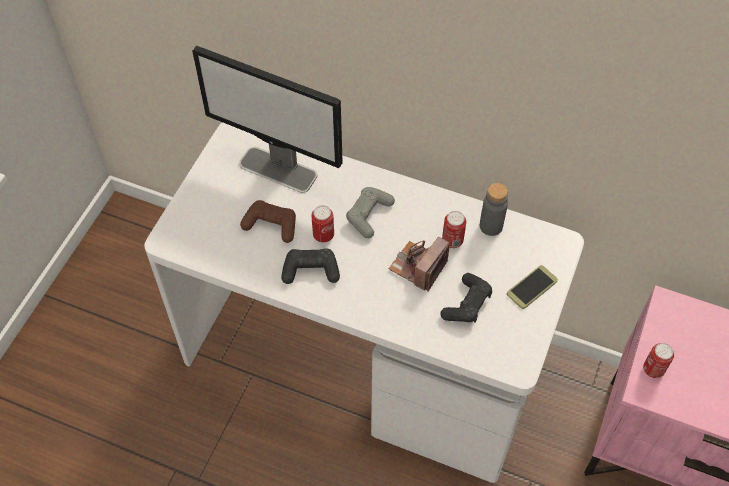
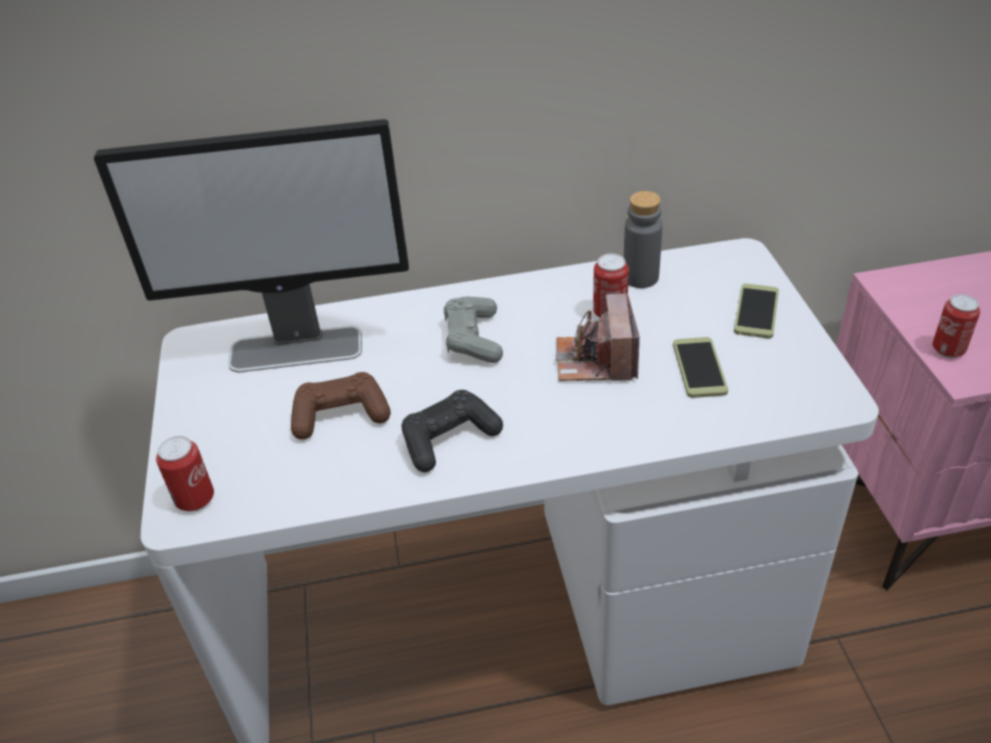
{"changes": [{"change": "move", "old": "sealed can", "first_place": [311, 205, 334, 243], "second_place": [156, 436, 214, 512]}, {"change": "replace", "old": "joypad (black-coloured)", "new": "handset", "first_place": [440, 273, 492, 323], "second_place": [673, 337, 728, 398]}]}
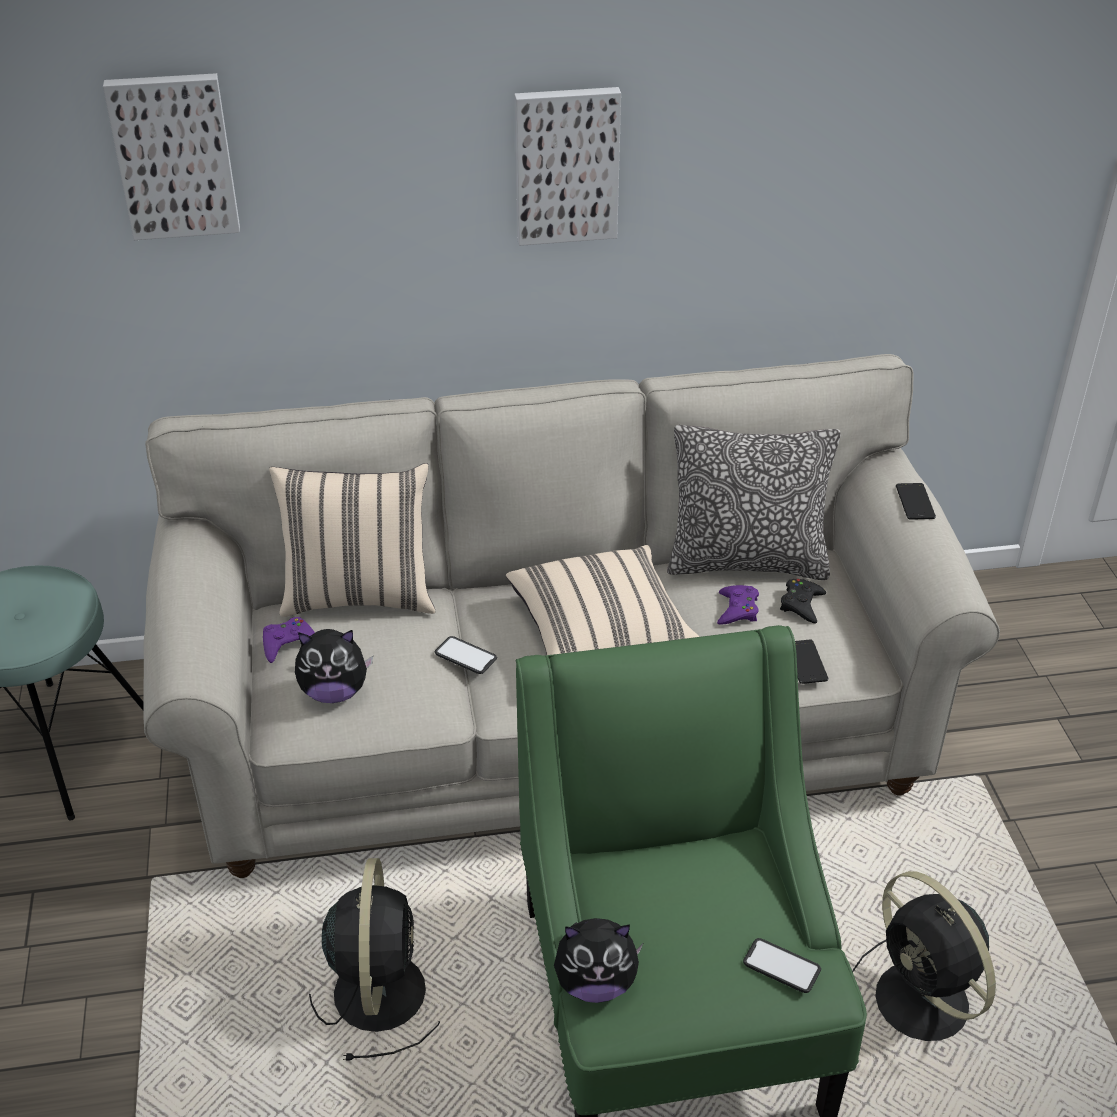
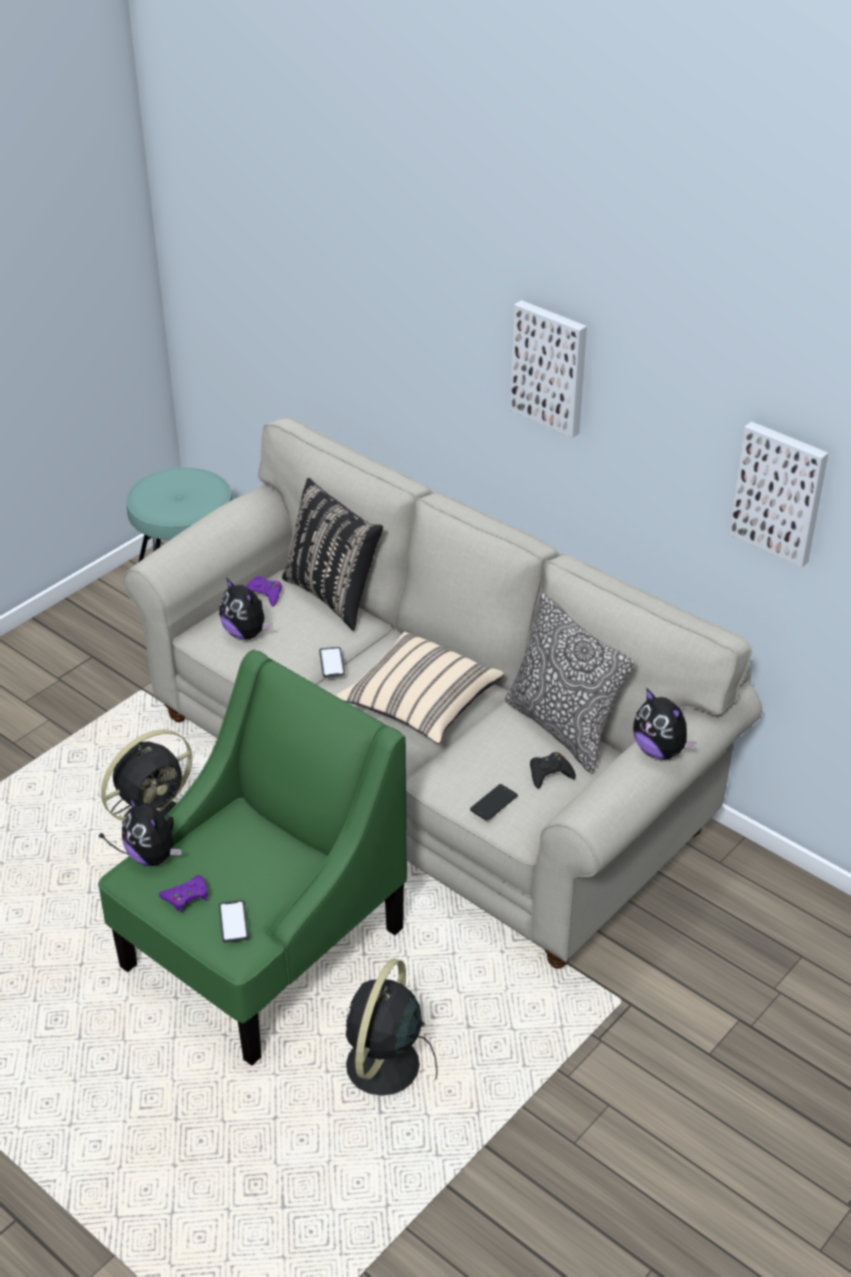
{"changes": [{"change": "move", "old": "picture", "first_place": [103, 73, 240, 240], "second_place": [729, 421, 828, 567]}, {"change": "recolor", "old": "cushion (sand-coloured)", "new": "cushion (black-coloured)", "first_place": [269, 463, 436, 617], "second_place": [282, 478, 383, 631]}, {"change": "move", "old": "joypad (purplish)", "first_place": [717, 585, 759, 625], "second_place": [158, 875, 208, 913]}, {"change": "replace", "old": "handset", "new": "cuddly toy", "first_place": [896, 483, 936, 520], "second_place": [633, 689, 697, 760]}]}
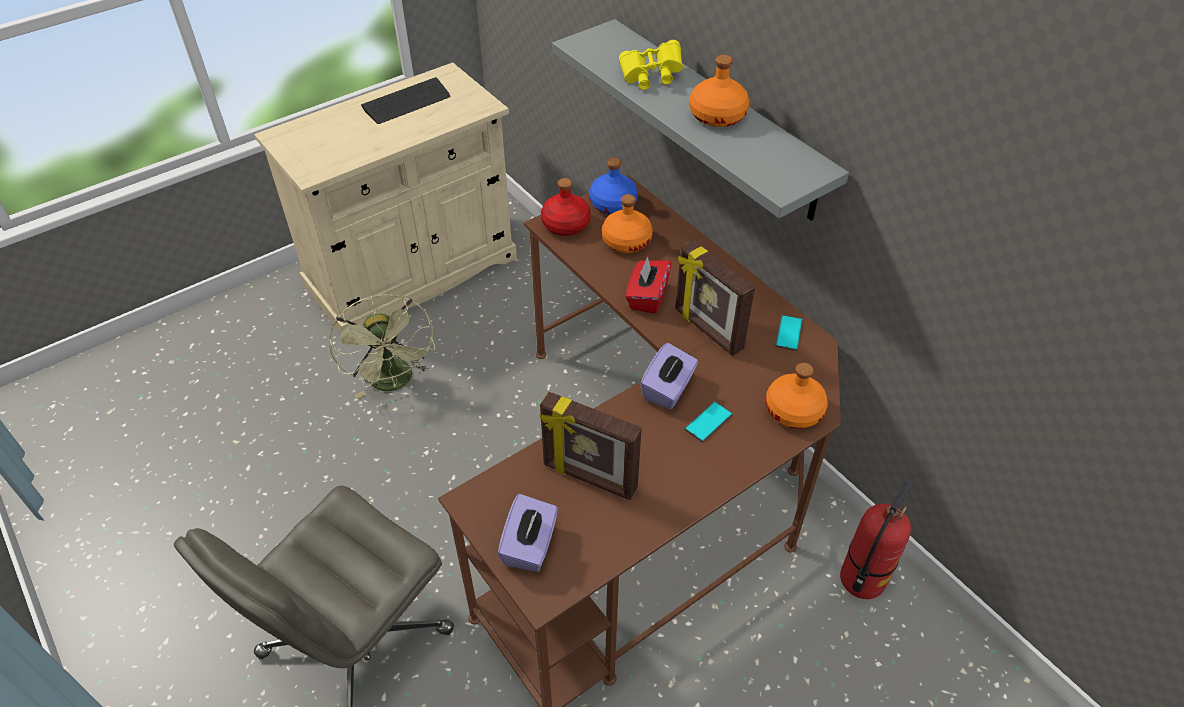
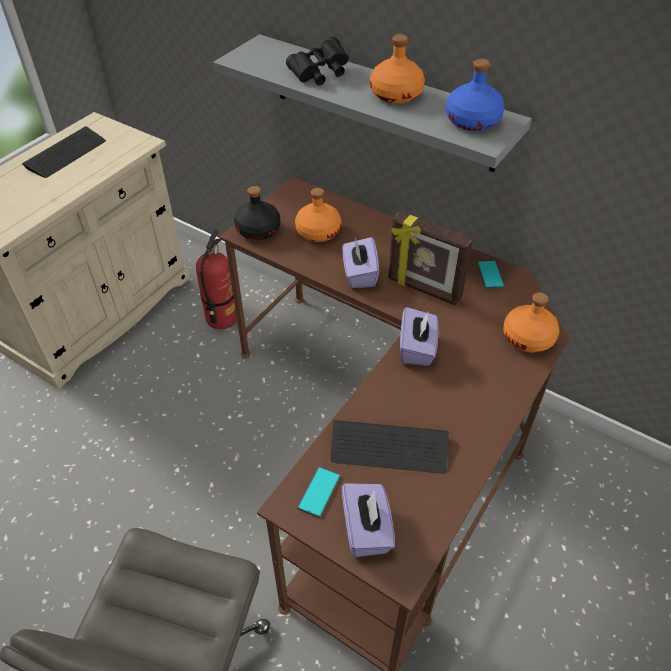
{"changes": [{"change": "delete", "old": "fan (green)", "first_place": [329, 294, 435, 399]}, {"change": "replace", "old": "photo frame", "new": "keyboard", "first_place": [539, 392, 642, 500], "second_place": [331, 420, 449, 474]}, {"change": "recolor", "old": "beverage bottle (red)", "new": "beverage bottle (black-coloured)", "first_place": [541, 178, 591, 236], "second_place": [234, 186, 280, 240]}, {"change": "move", "old": "beverage bottle (blue-coloured)", "first_place": [589, 158, 638, 214], "second_place": [446, 59, 504, 131]}, {"change": "recolor", "old": "pair of binoculars (yellow-coloured)", "new": "pair of binoculars (black-coloured)", "first_place": [619, 40, 683, 90], "second_place": [286, 37, 349, 86]}, {"change": "recolor", "old": "tissue holder (red)", "new": "tissue holder (purplish)", "first_place": [626, 256, 671, 314], "second_place": [342, 237, 379, 288]}, {"change": "move", "old": "handset", "first_place": [685, 401, 733, 442], "second_place": [297, 466, 341, 518]}, {"change": "move", "old": "fire-fighting cylinder", "first_place": [840, 479, 911, 599], "second_place": [196, 229, 237, 329]}]}
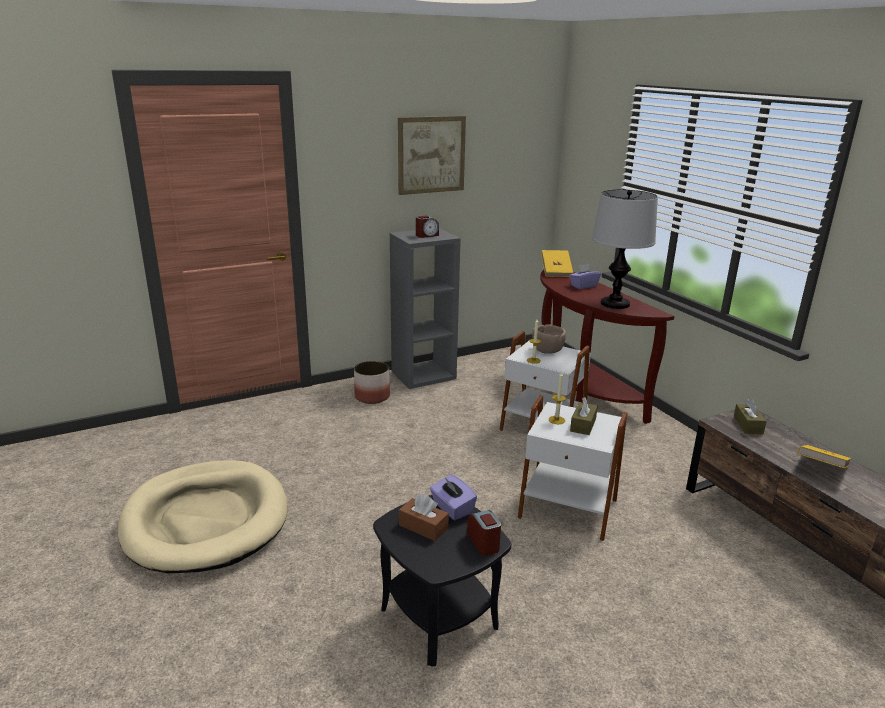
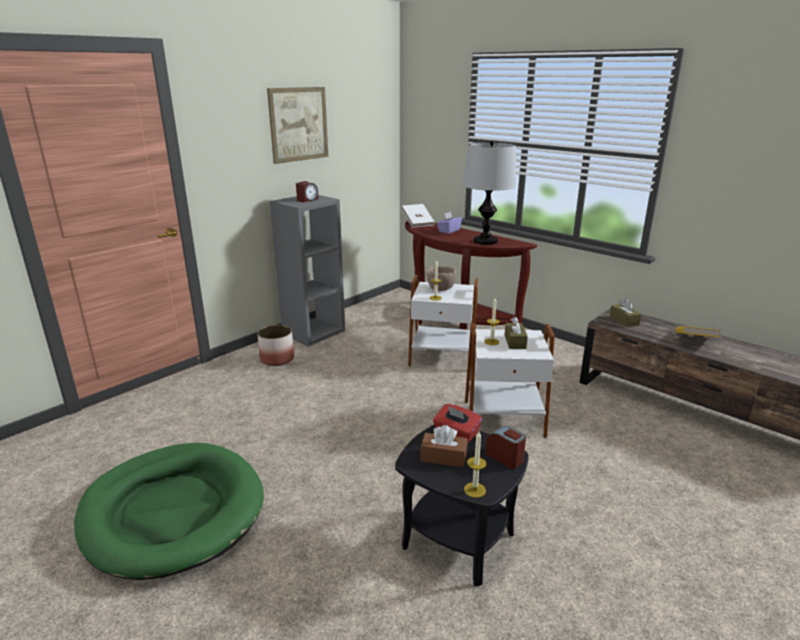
{"changes": [{"change": "recolor", "old": "dog bed (sand-coloured)", "new": "dog bed (green)", "first_place": [118, 460, 288, 573], "second_place": [74, 443, 264, 580]}, {"change": "recolor", "old": "tissue holder (purplish)", "new": "tissue holder (red)", "first_place": [430, 474, 477, 520], "second_place": [433, 404, 482, 444]}, {"change": "recolor", "old": "bound book (yellow-coloured)", "new": "bound book (white-coloured)", "first_place": [541, 250, 574, 277], "second_place": [401, 204, 435, 228]}, {"change": "insert", "new": "candle", "second_place": [464, 431, 486, 498]}]}
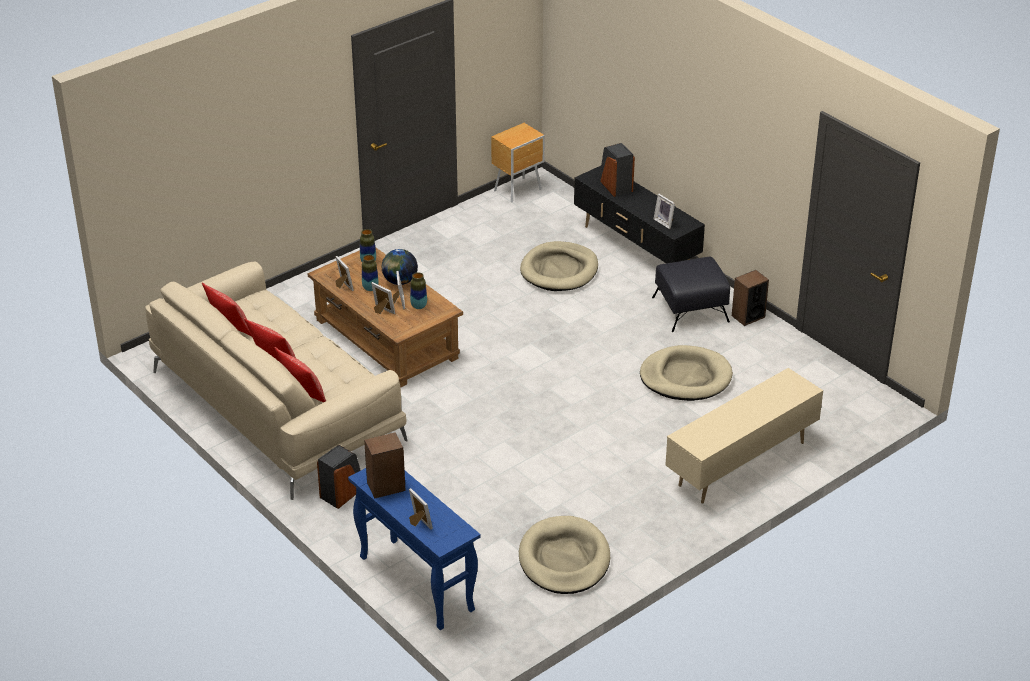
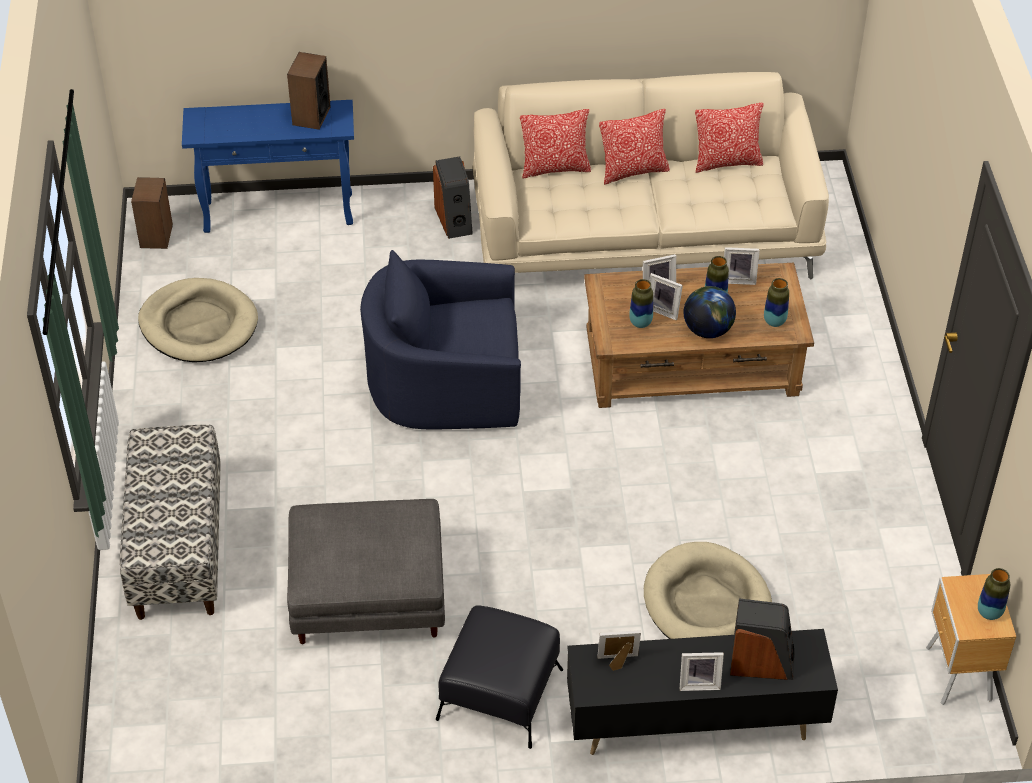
{"changes": [{"change": "move", "old": "photo frame", "first_place": [409, 488, 433, 530], "second_place": [680, 652, 724, 691]}, {"change": "replace", "old": "dog bed (sand-coloured)", "new": "footrest (gray)", "first_place": [640, 345, 733, 401], "second_place": [287, 499, 445, 644]}, {"change": "replace", "old": "tv stand (sand-coloured)", "new": "long seat", "first_place": [666, 368, 823, 504], "second_place": [120, 425, 221, 620]}, {"change": "move", "old": "speaker", "first_place": [732, 270, 769, 326], "second_place": [131, 177, 173, 249]}, {"change": "insert", "new": "lounge chair (blue-coloured)", "second_place": [360, 250, 521, 429]}, {"change": "insert", "new": "vase", "second_place": [978, 568, 1010, 620]}]}
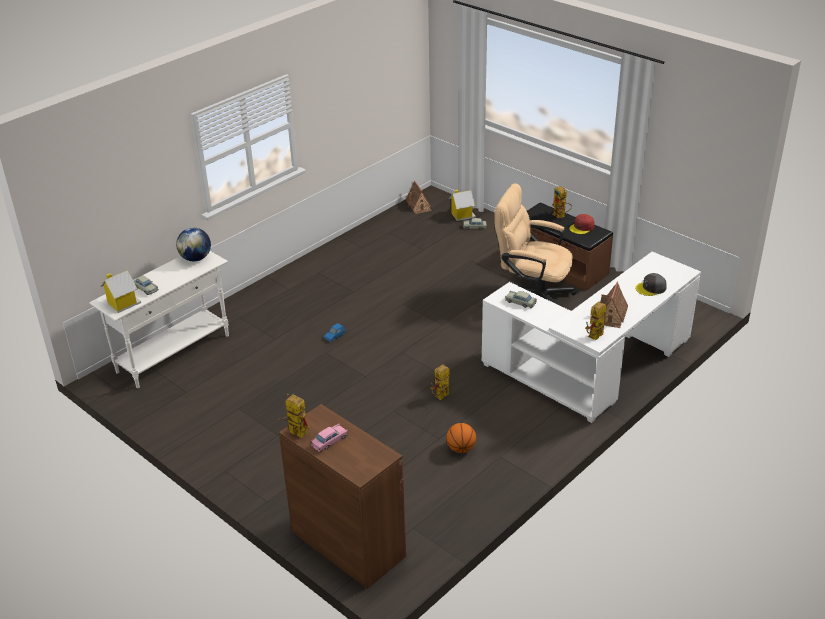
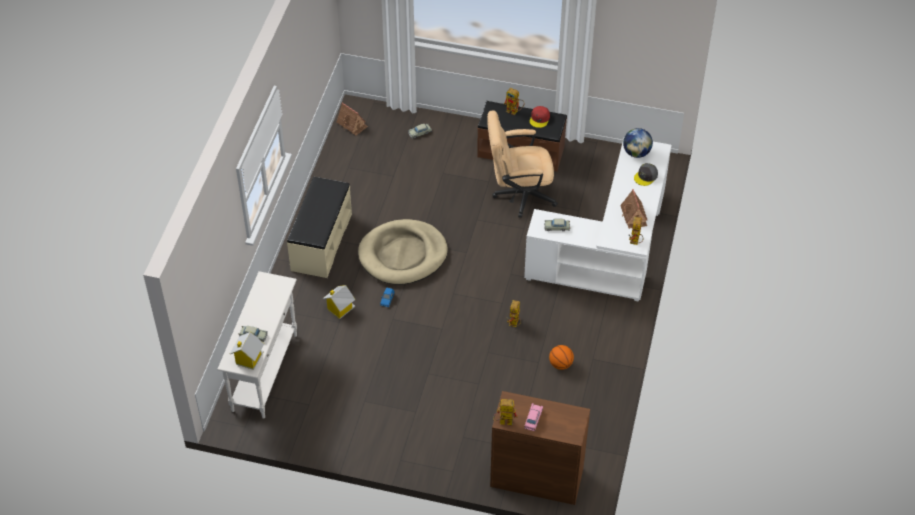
{"changes": [{"change": "move", "old": "world globe", "first_place": [176, 228, 211, 261], "second_place": [623, 128, 653, 158]}, {"change": "move", "old": "toy house", "first_place": [449, 190, 476, 221], "second_place": [323, 285, 355, 319]}, {"change": "insert", "new": "long seat (sand-coloured)", "second_place": [287, 177, 352, 278]}, {"change": "insert", "new": "dog bed (sand-coloured)", "second_place": [358, 219, 448, 285]}]}
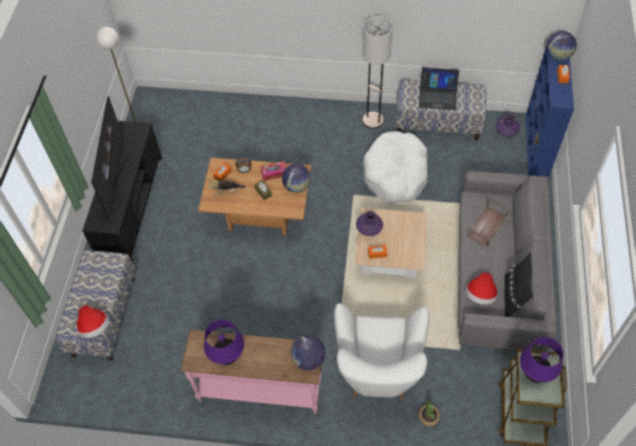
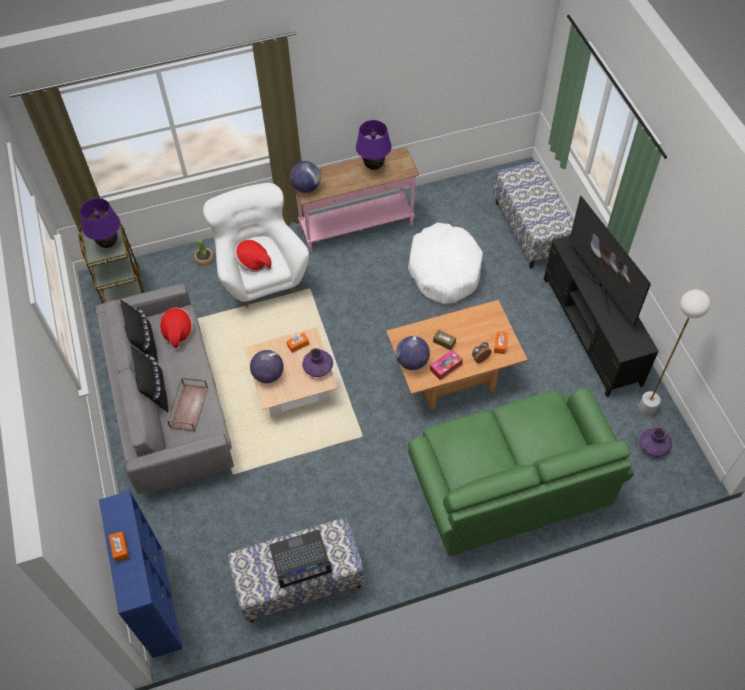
{"changes": [{"change": "move", "old": "clothing hat", "first_place": [77, 305, 109, 338], "second_place": [234, 240, 272, 272]}, {"change": "delete", "old": "cuddly toy", "first_place": [208, 179, 246, 197]}, {"change": "delete", "old": "standard lamp", "first_place": [362, 16, 393, 129]}, {"change": "move", "old": "dog bed (white-coloured)", "first_place": [363, 131, 428, 203], "second_place": [408, 223, 483, 304]}, {"change": "move", "old": "vase (purplish)", "first_place": [496, 114, 520, 137], "second_place": [640, 427, 672, 457]}, {"change": "move", "old": "world globe", "first_place": [547, 31, 577, 61], "second_place": [250, 350, 284, 383]}, {"change": "insert", "new": "cushion (black-coloured)", "second_place": [131, 347, 168, 412]}, {"change": "insert", "new": "sofa (green)", "second_place": [408, 388, 634, 556]}]}
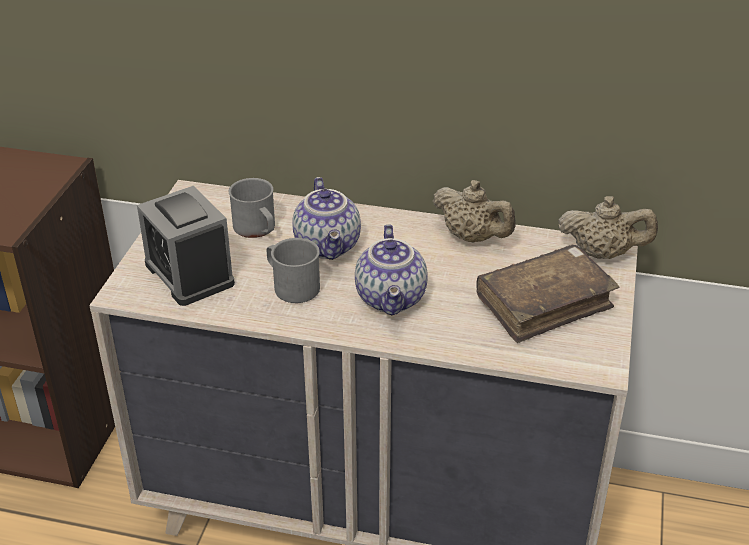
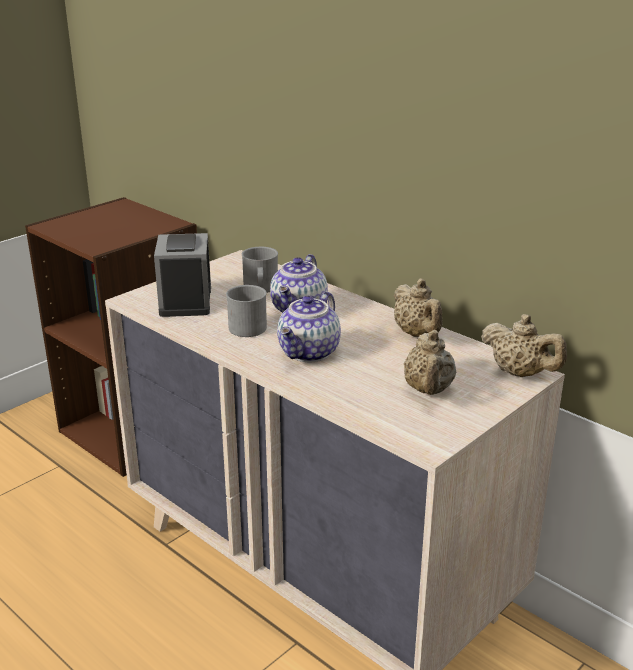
{"changes": [{"change": "replace", "old": "bound book (brown)", "new": "teapot (sand-coloured)", "first_place": [476, 245, 619, 343], "second_place": [404, 330, 456, 395]}]}
